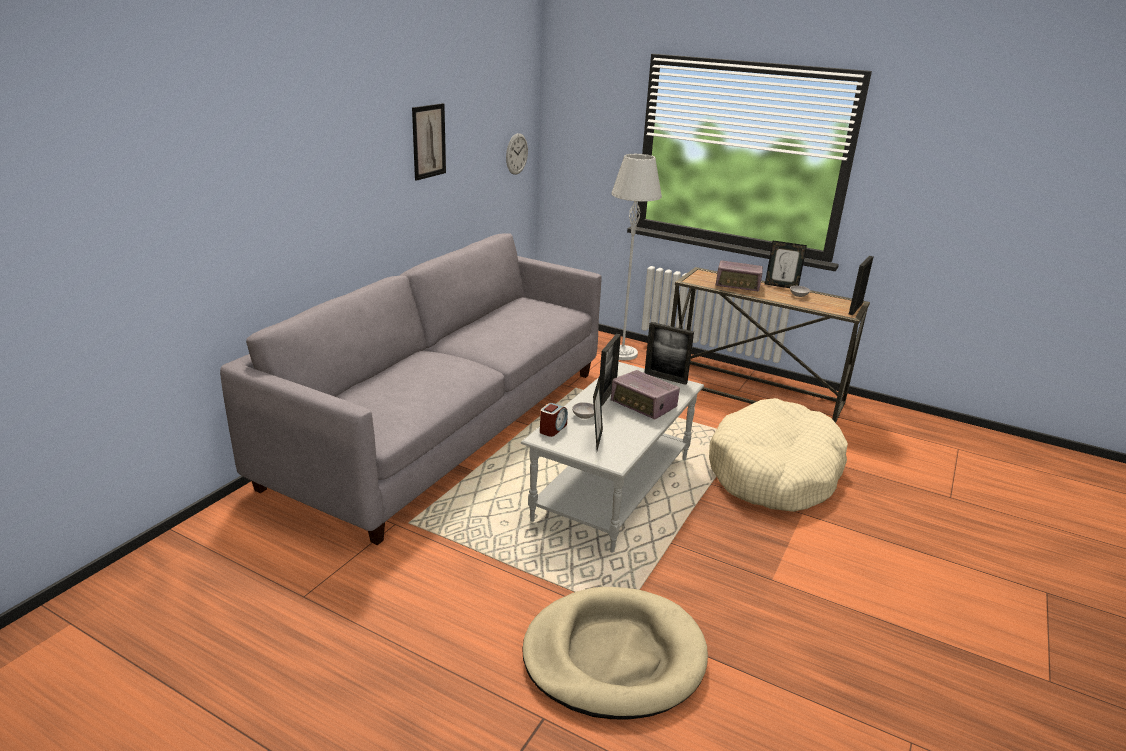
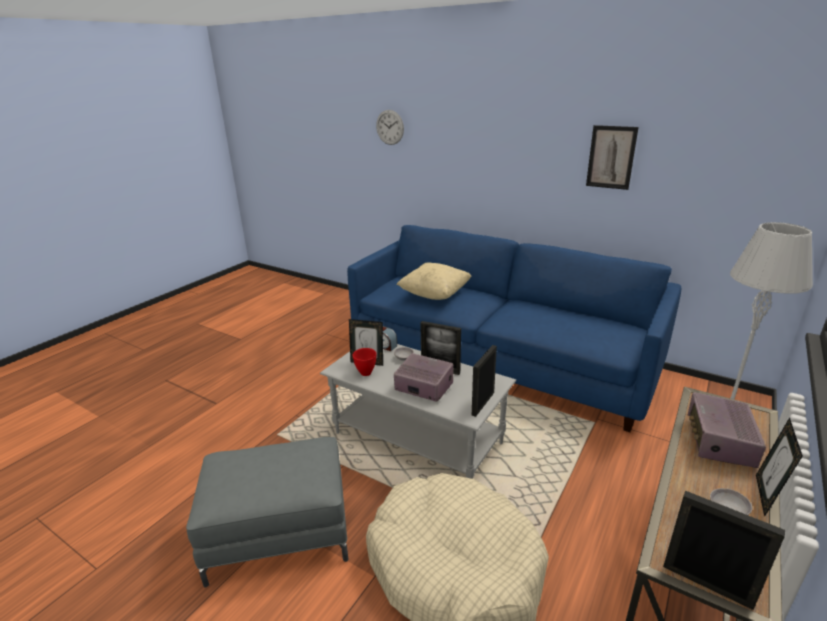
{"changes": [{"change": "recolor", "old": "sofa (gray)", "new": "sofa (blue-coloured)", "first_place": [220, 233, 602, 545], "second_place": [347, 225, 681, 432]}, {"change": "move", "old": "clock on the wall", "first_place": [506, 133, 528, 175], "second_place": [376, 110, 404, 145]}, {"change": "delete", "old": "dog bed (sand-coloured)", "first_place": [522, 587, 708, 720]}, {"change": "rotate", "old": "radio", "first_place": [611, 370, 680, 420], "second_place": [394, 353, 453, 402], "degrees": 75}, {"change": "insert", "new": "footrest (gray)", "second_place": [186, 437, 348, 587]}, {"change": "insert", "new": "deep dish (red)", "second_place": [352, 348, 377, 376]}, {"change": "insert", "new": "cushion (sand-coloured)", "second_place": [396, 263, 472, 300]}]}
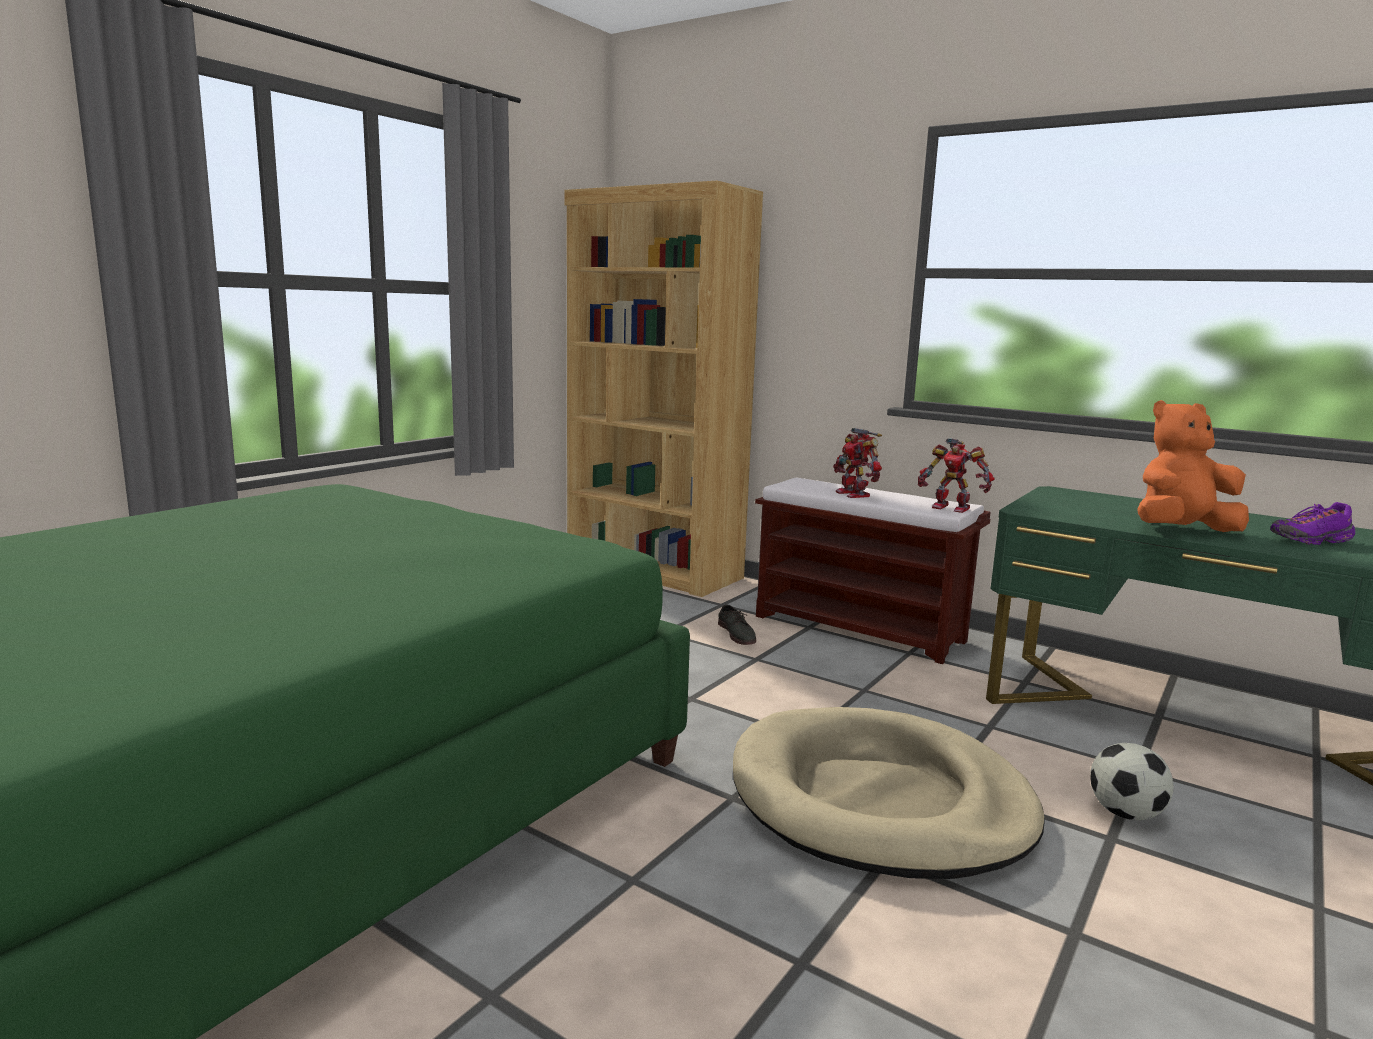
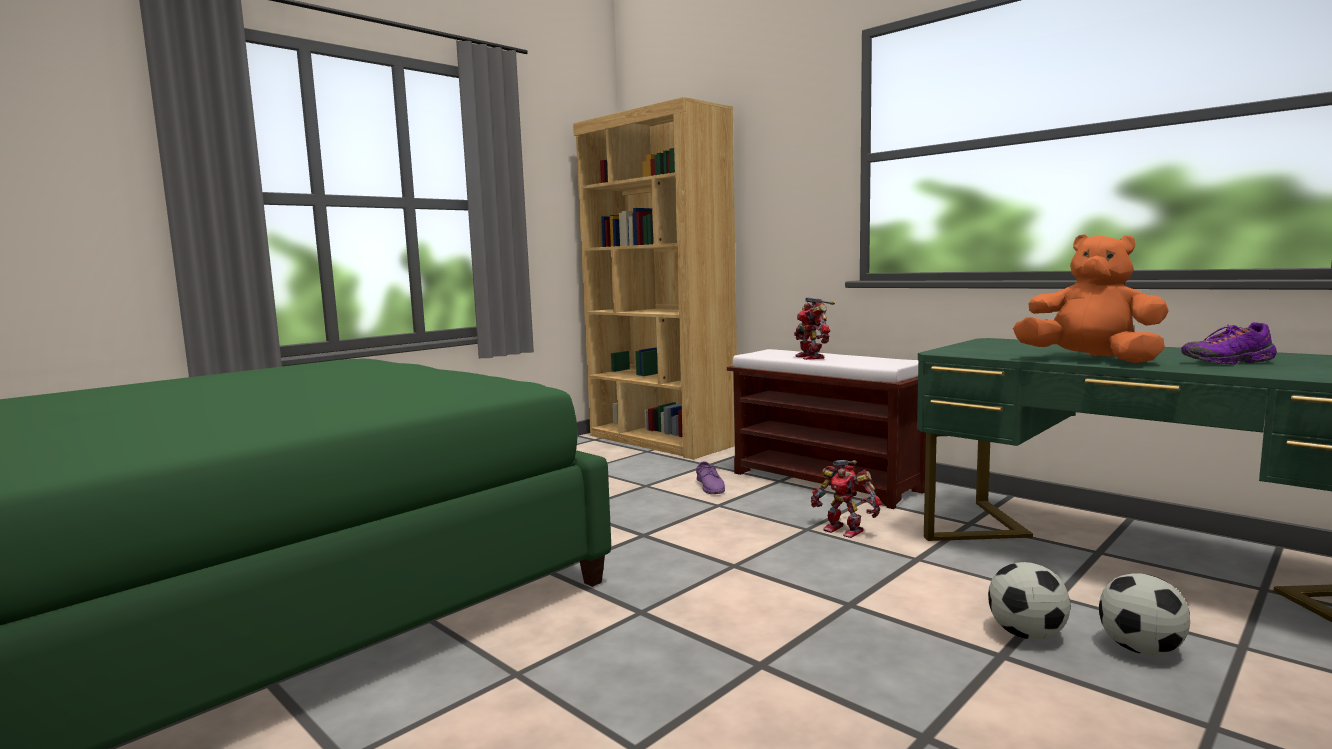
{"changes": [{"change": "recolor", "old": "low shoe (gray)", "new": "low shoe (purplish)", "first_place": [718, 605, 756, 645], "second_place": [696, 461, 725, 494]}, {"change": "delete", "old": "dog bed (sand-coloured)", "first_place": [733, 707, 1045, 879]}, {"change": "move", "old": "toy robot", "first_place": [918, 438, 994, 513], "second_place": [811, 460, 882, 538]}, {"change": "rotate", "old": "cuddly toy (orangey)", "first_place": [1137, 400, 1249, 532], "second_place": [1013, 234, 1169, 363], "degrees": 45}, {"change": "insert", "new": "ball for football", "second_place": [1099, 573, 1190, 655]}]}
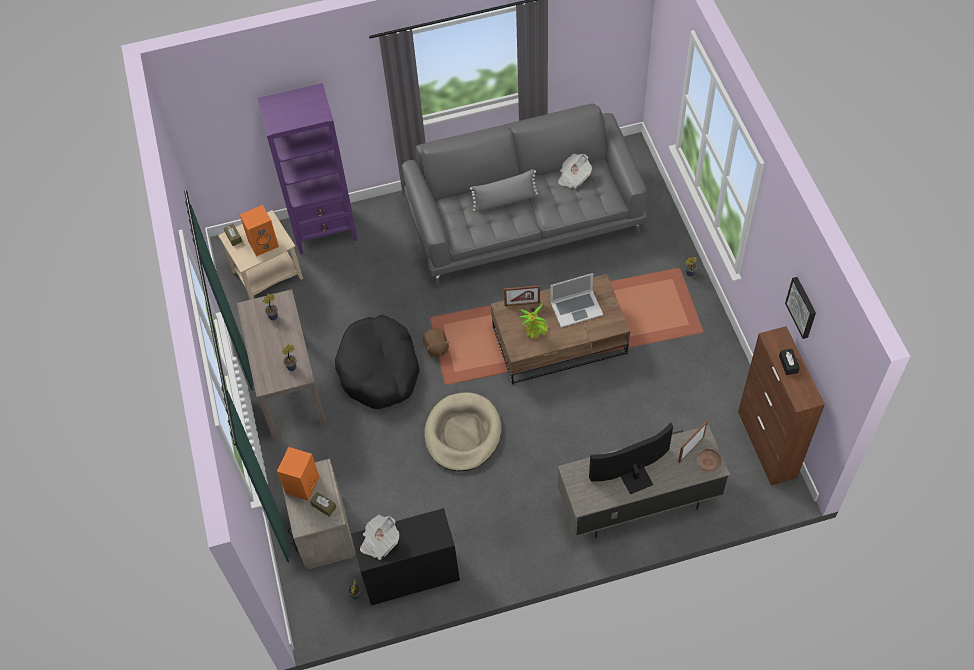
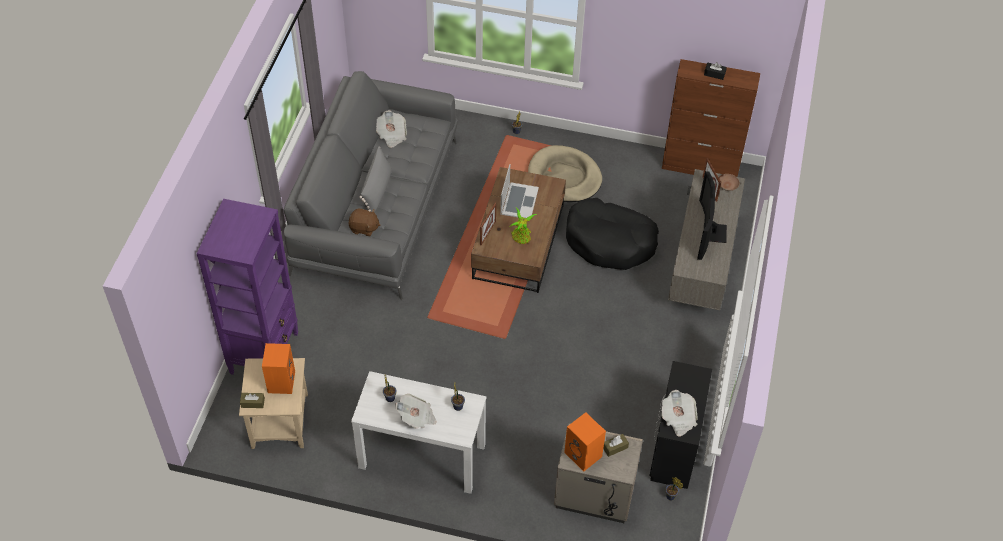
{"changes": [{"change": "recolor", "old": "narrow table (brown)", "new": "narrow table (white-coloured)", "first_place": [237, 289, 327, 439], "second_place": [351, 371, 487, 494]}, {"change": "move", "old": "dog bed (black-coloured)", "first_place": [335, 315, 420, 409], "second_place": [566, 198, 659, 270]}, {"change": "move", "old": "cuddly toy (brown)", "first_place": [423, 328, 450, 357], "second_place": [348, 209, 380, 236]}, {"change": "move", "old": "dog bed (sand-coloured)", "first_place": [424, 392, 501, 472], "second_place": [528, 145, 602, 202]}, {"change": "delete", "old": "picture", "first_place": [785, 277, 816, 339]}, {"change": "insert", "new": "newspaper", "second_place": [395, 394, 437, 429]}]}
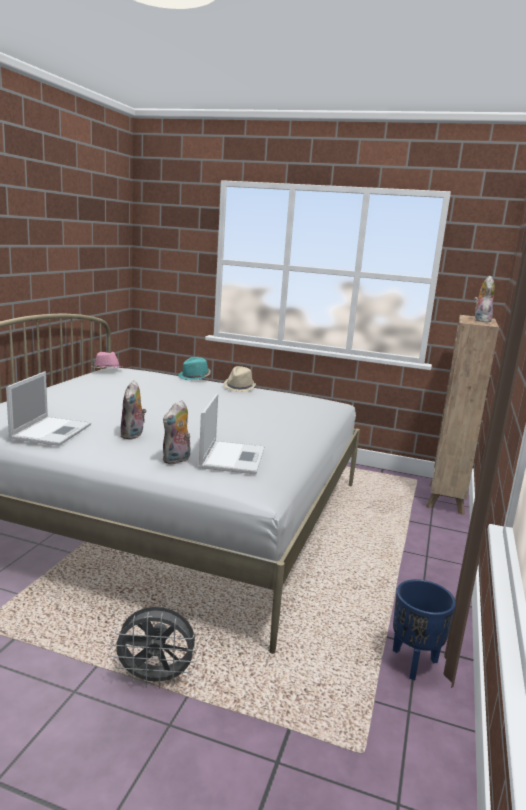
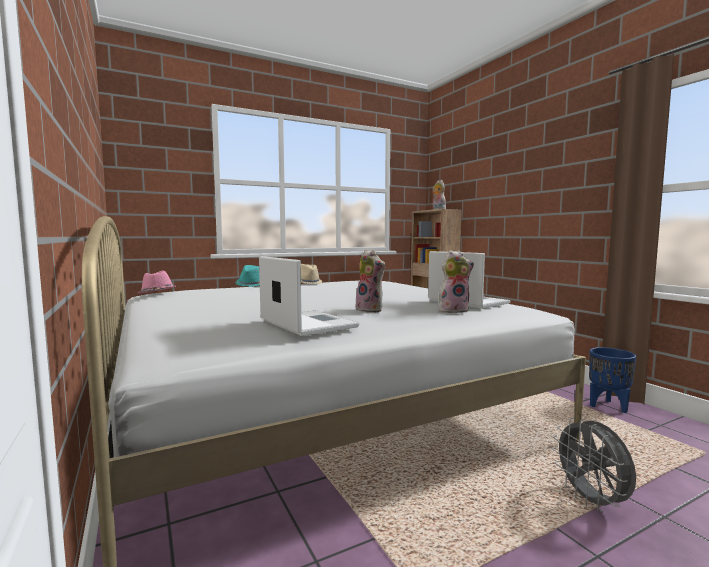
{"changes": [{"change": "rotate", "old": "fan (gray)", "first_place": [110, 607, 198, 688], "second_place": [552, 417, 636, 512], "degrees": 120}, {"change": "rotate", "old": "cuddly toy", "first_place": [162, 400, 190, 464], "second_place": [439, 250, 474, 313], "degrees": -90}]}
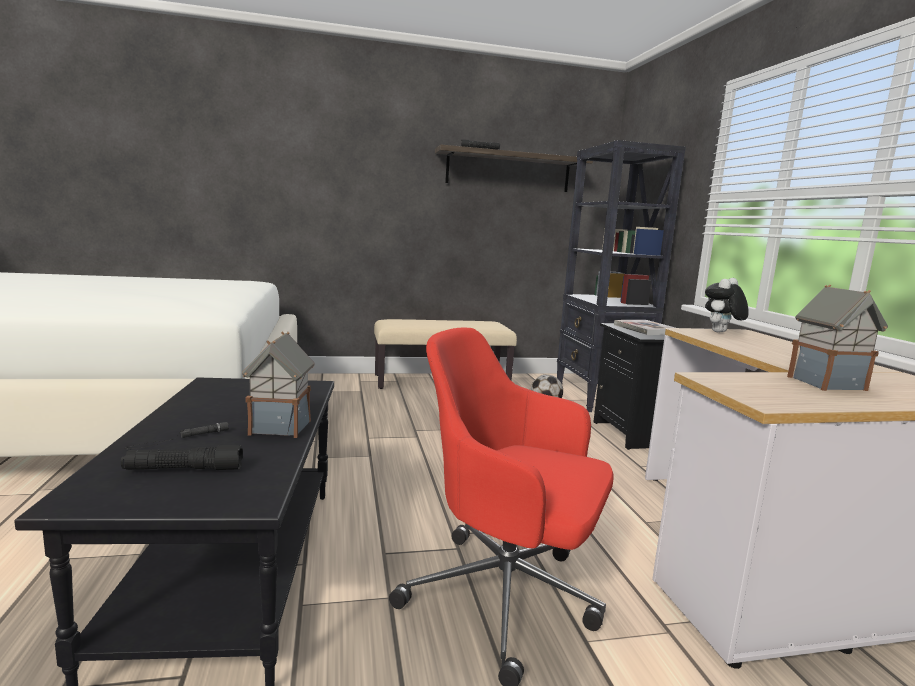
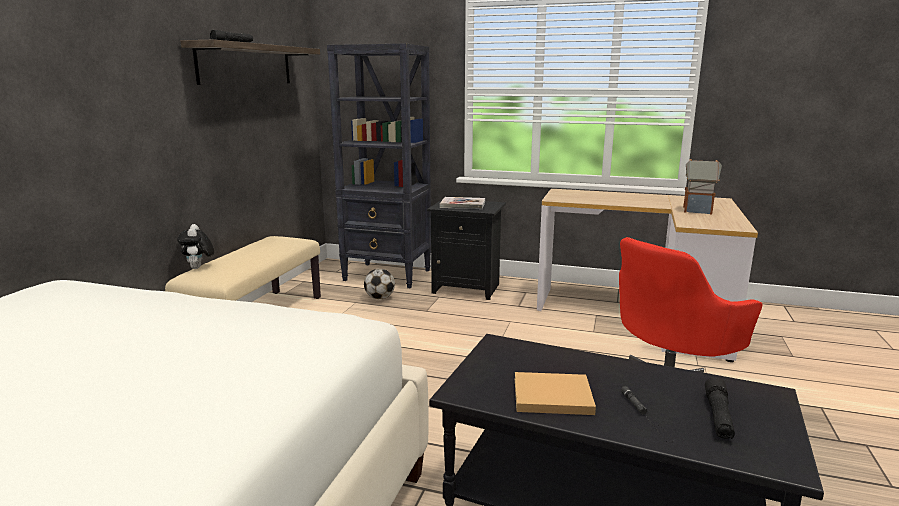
{"changes": [{"change": "delete", "old": "toy house", "first_place": [242, 331, 315, 438]}, {"change": "move", "old": "cuddly toy", "first_place": [705, 278, 749, 332], "second_place": [177, 224, 214, 269]}, {"change": "insert", "new": "bound book (sand-coloured)", "second_place": [515, 372, 596, 415]}]}
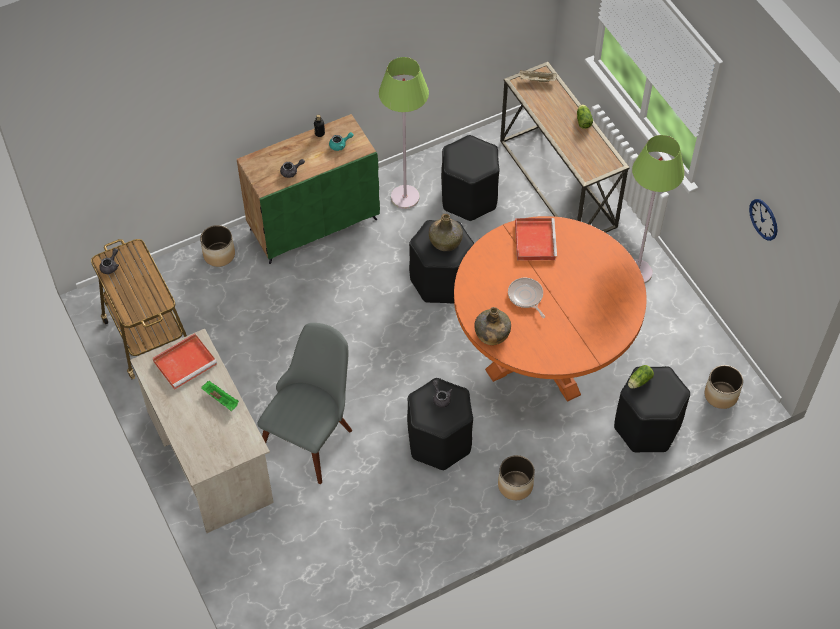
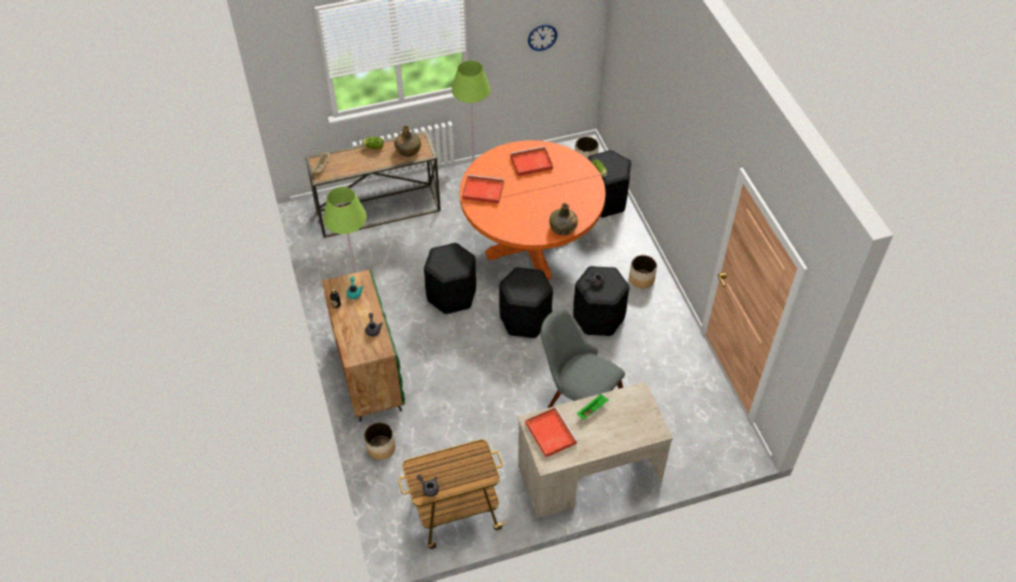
{"changes": [{"change": "move", "old": "beverage bottle (green)", "first_place": [429, 214, 463, 251], "second_place": [394, 126, 421, 156]}, {"change": "move", "old": "stool (black-coloured)", "first_place": [441, 135, 500, 221], "second_place": [499, 267, 553, 338]}, {"change": "delete", "old": "skillet", "first_place": [508, 278, 545, 318]}, {"change": "insert", "new": "tray (red)", "second_place": [510, 146, 553, 176]}]}
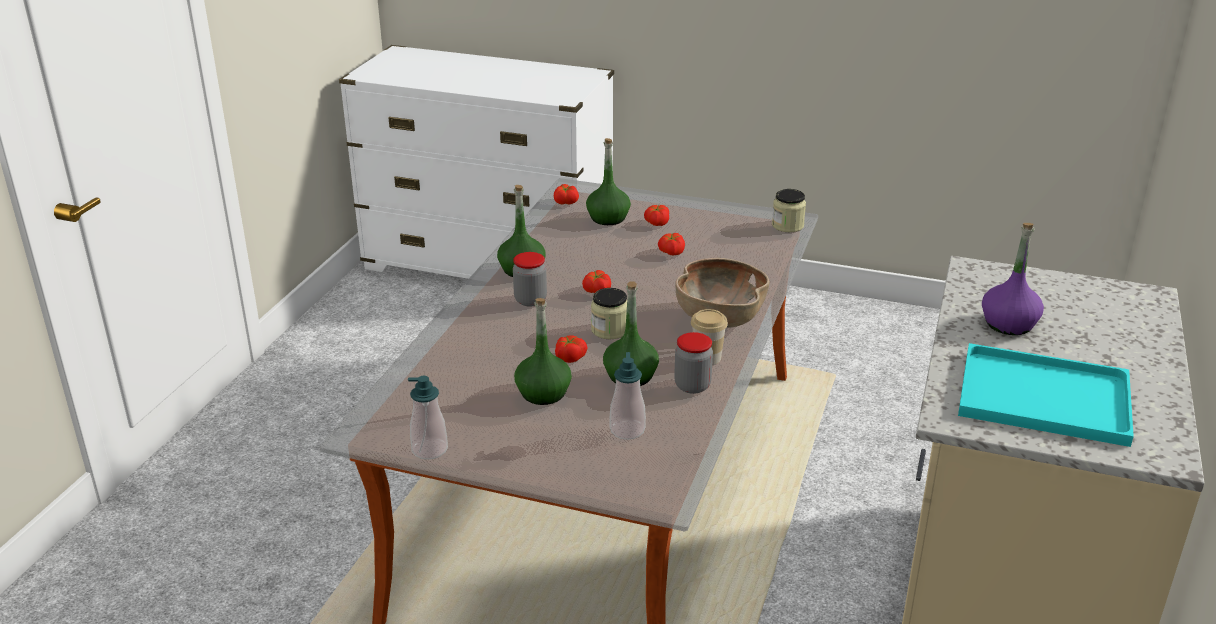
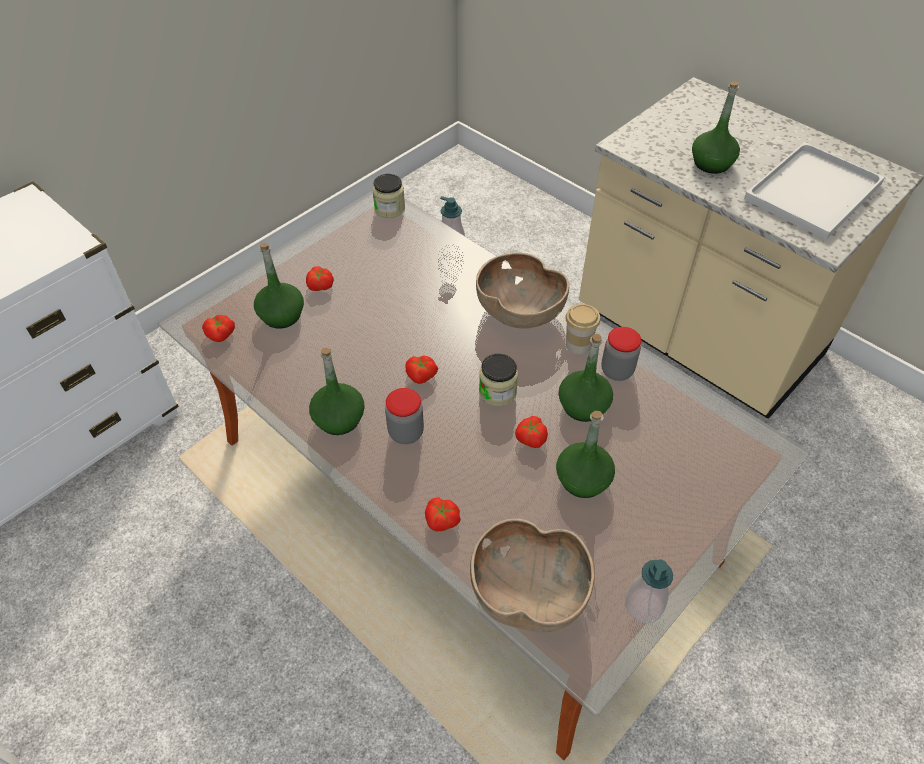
{"changes": [{"change": "move", "old": "soap bottle", "first_place": [610, 352, 646, 440], "second_place": [438, 196, 465, 259]}, {"change": "move", "old": "fresh tomato", "first_place": [658, 233, 685, 255], "second_place": [425, 497, 461, 531]}, {"change": "recolor", "old": "tray (turquoise)", "new": "tray (white-coloured)", "first_place": [958, 343, 1134, 447], "second_place": [744, 142, 885, 240]}, {"change": "recolor", "old": "beverage bottle (purplish)", "new": "beverage bottle (green)", "first_place": [982, 223, 1044, 335], "second_place": [692, 81, 740, 174]}, {"change": "insert", "new": "deep dish (brown)", "second_place": [470, 518, 595, 632]}]}
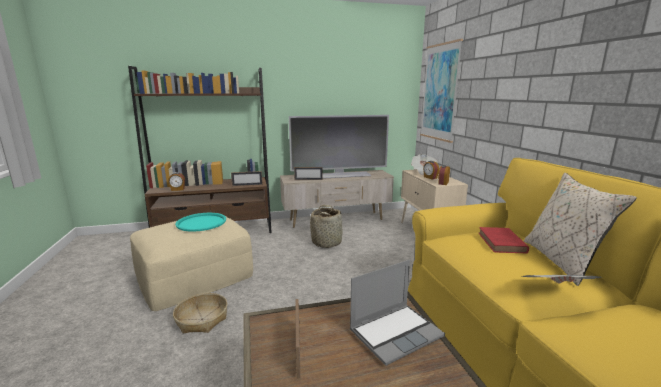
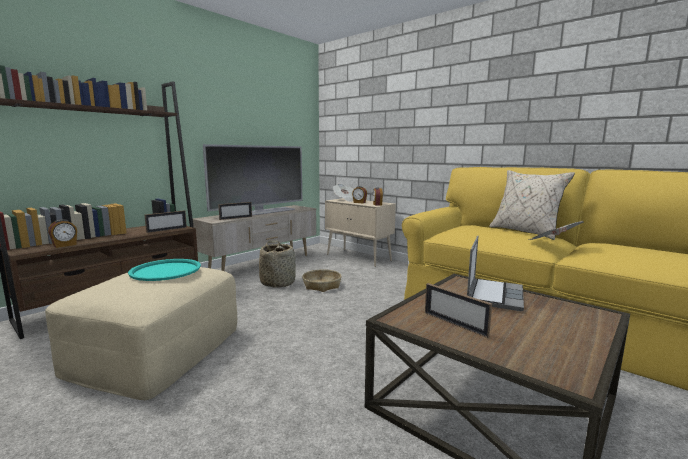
{"changes": [{"change": "move", "old": "basket", "first_place": [173, 293, 228, 333], "second_place": [302, 269, 342, 292]}, {"change": "delete", "old": "picture", "first_place": [420, 39, 463, 143]}, {"change": "delete", "old": "bound book (red)", "first_place": [479, 227, 529, 254]}]}
